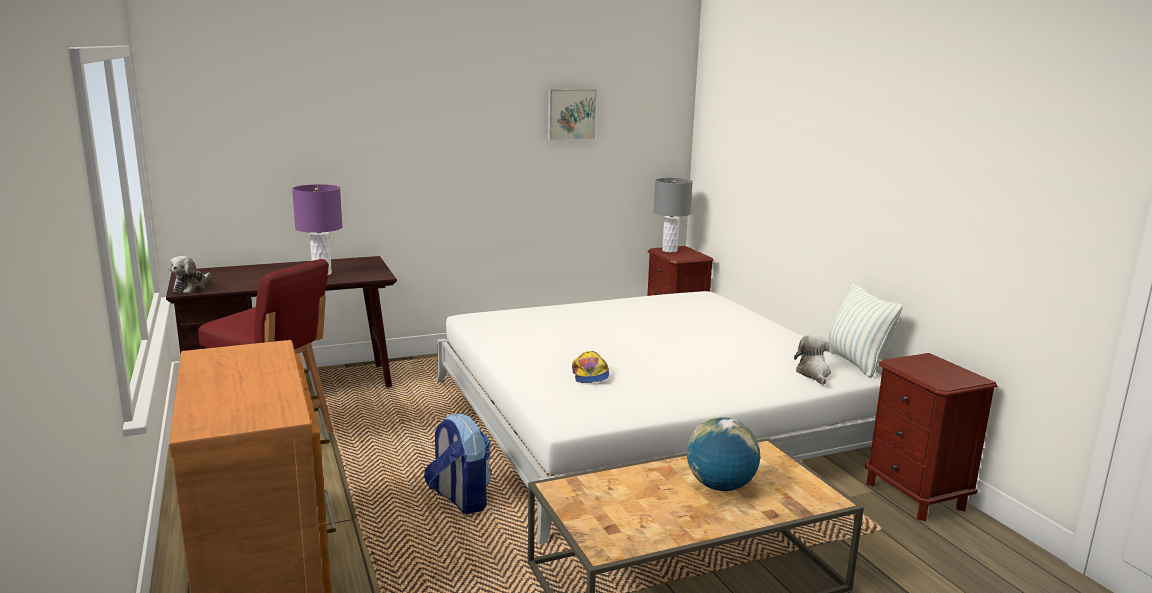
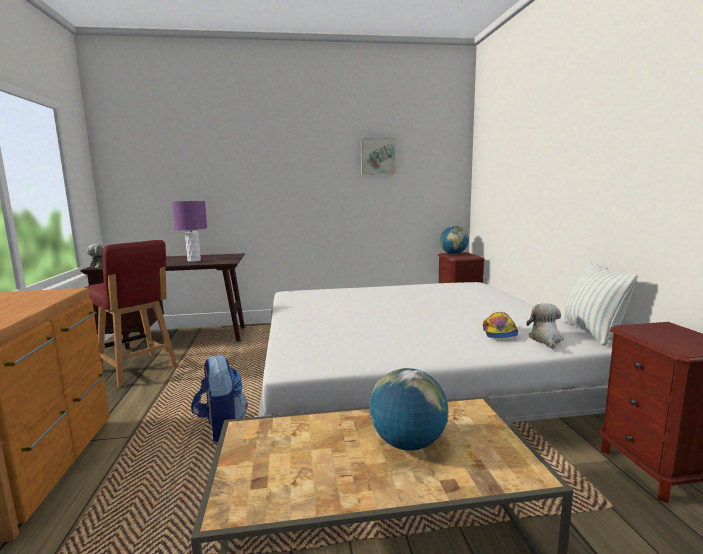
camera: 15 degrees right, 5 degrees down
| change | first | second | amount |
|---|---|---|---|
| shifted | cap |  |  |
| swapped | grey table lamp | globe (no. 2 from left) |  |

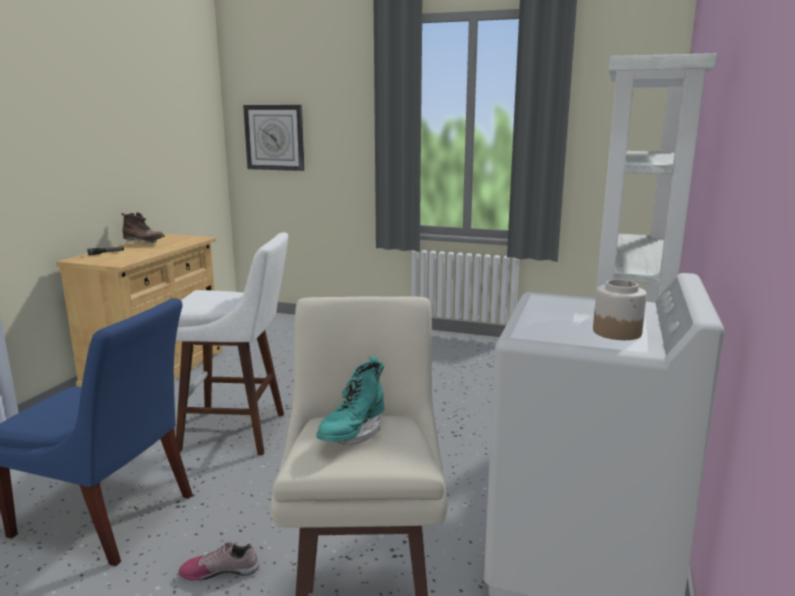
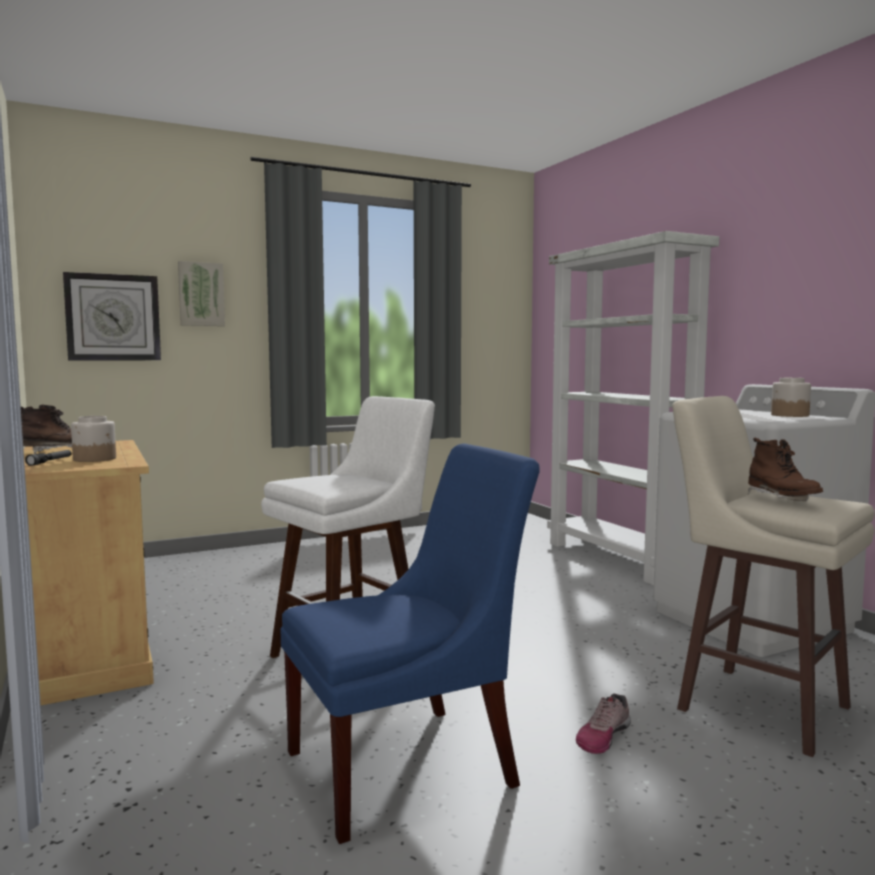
camera: 45 degrees left, 10 degrees down
| change | first | second | amount |
|---|---|---|---|
| repainted | turquoise boot | brown boot (no. 2 from left) |  |
| new |  | jar (no. 1 from left) |  |
| new |  | picture |  |

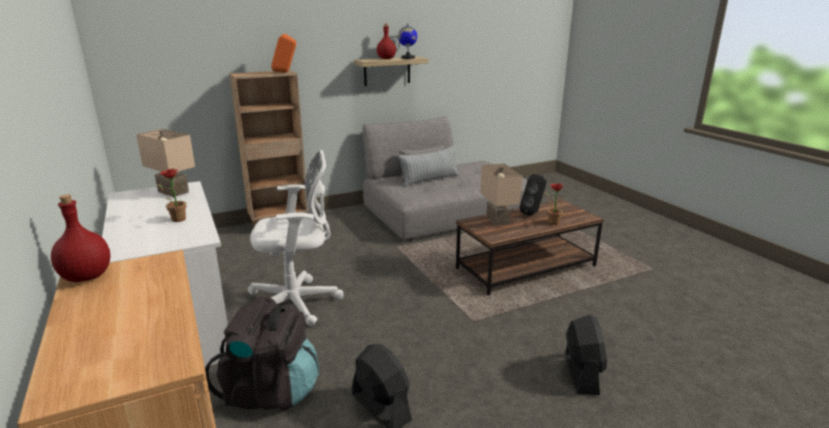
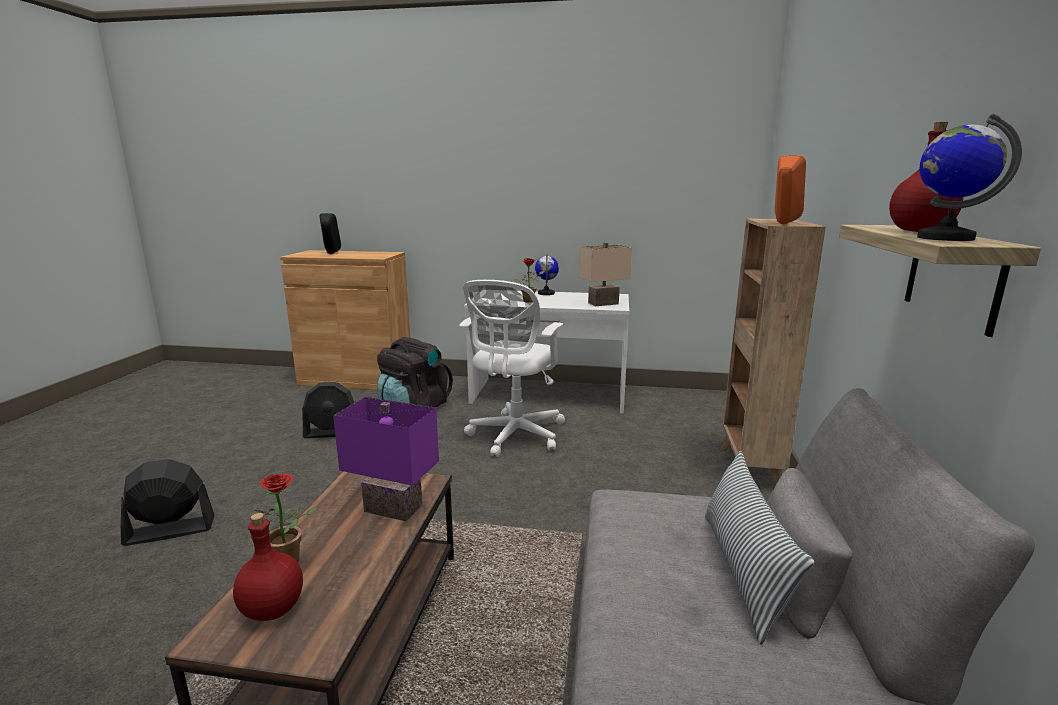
camera: 125 degrees right, 5 degrees down
| change | first | second | amount |
|---|---|---|---|
| shifted | red bottle (no. 1 from left) |  |  |
| repainted | beige table lamp (no. 2 from left) | purple table lamp |  |
| shifted | black speaker |  |  |
| rotated | black fan (no. 2 from left in the first image) | black fan (no. 1 from left) | 120 degrees clockwise |
| new |  | globe (no. 1 from left) |  |

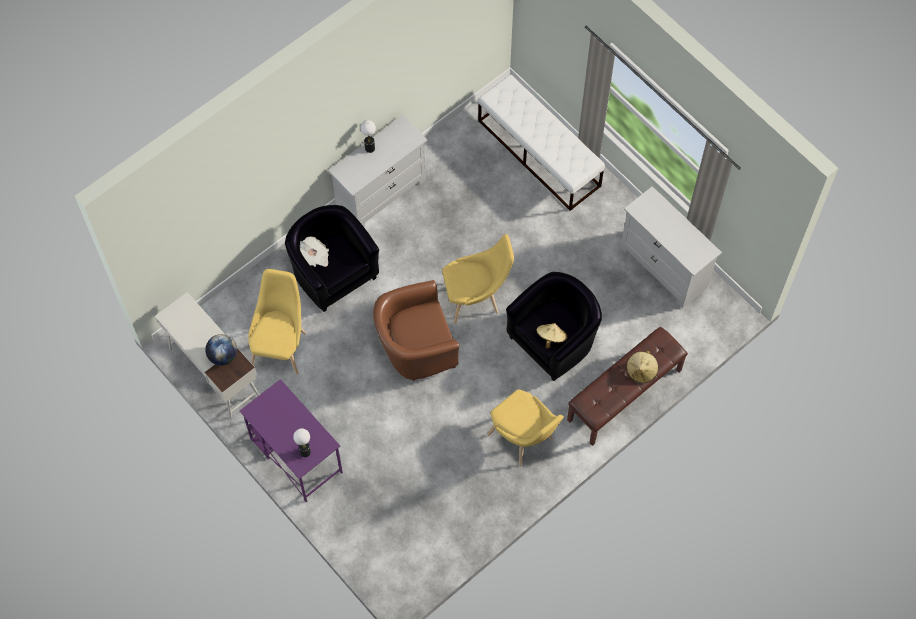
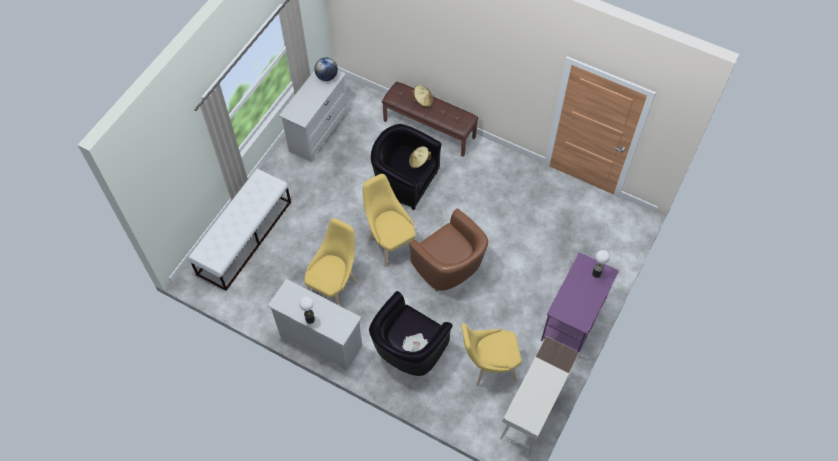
camera: 110 degrees left, 5 degrees down
| change | first | second | amount |
|---|---|---|---|
| shifted | globe |  |  |
| shifted | yellow chair (no. 3 from left in the first image) | yellow chair (no. 1 from left) |  |

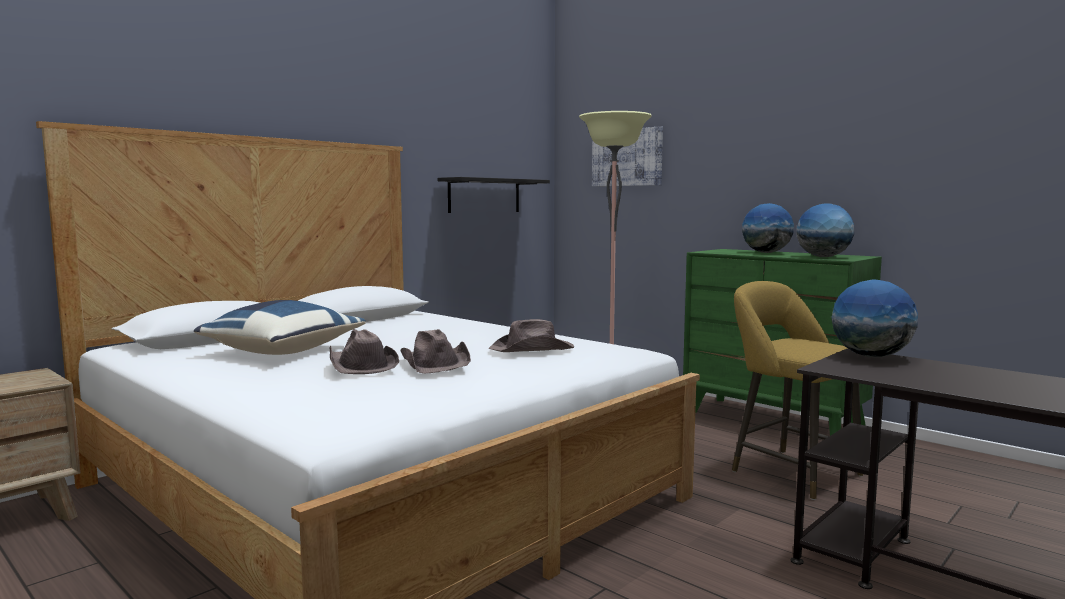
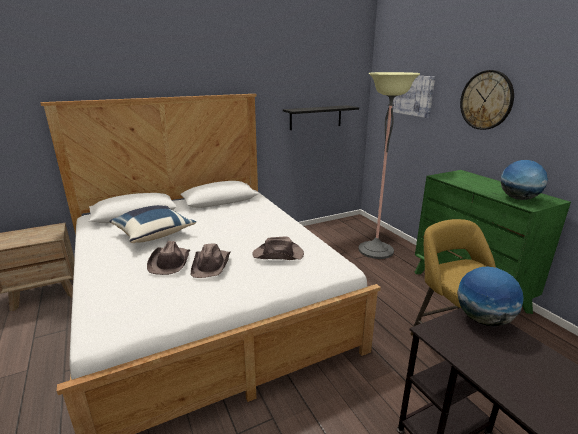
camera: 20 degrees right, 15 degrees up
| change | first | second | amount |
|---|---|---|---|
| gone | globe (no. 1 from left) |  |  |
| new |  | wall clock |  |

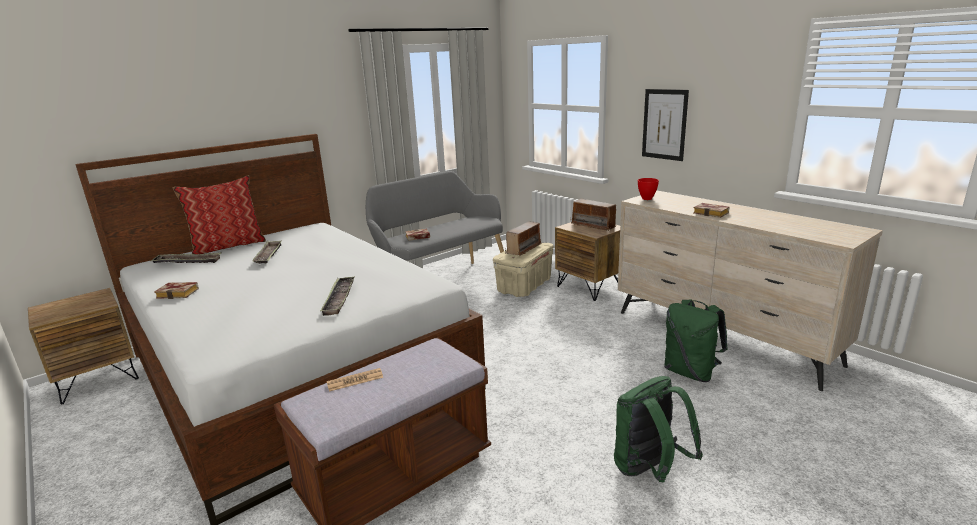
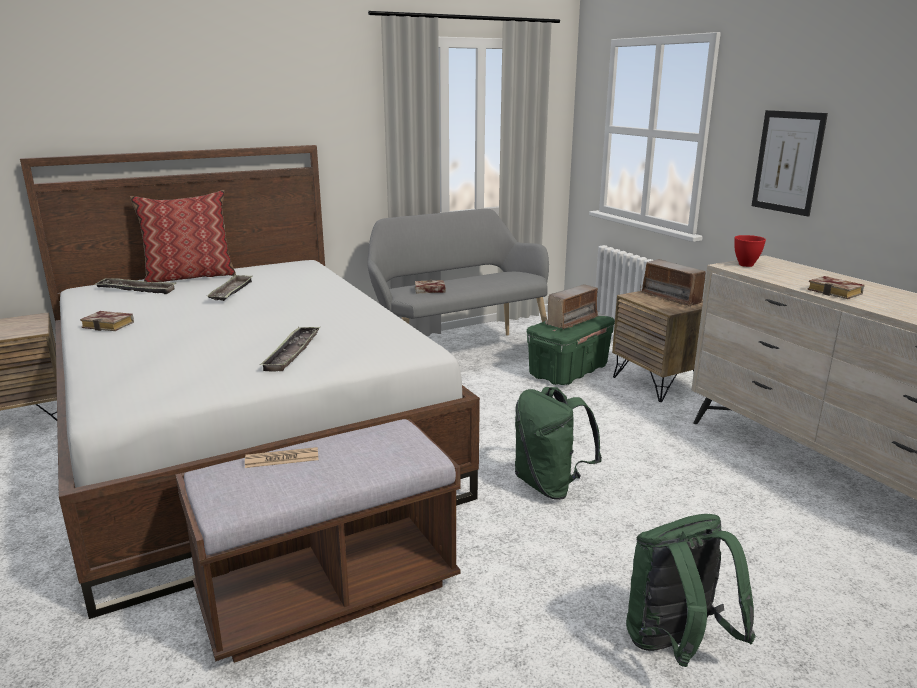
camera: 10 degrees right, 0 degrees up
| change | first | second | amount |
|---|---|---|---|
| repainted | beige storage box | green storage box |  |
| shifted | green backpack (no. 2 from left in the first image) | green backpack (no. 1 from left) |  |

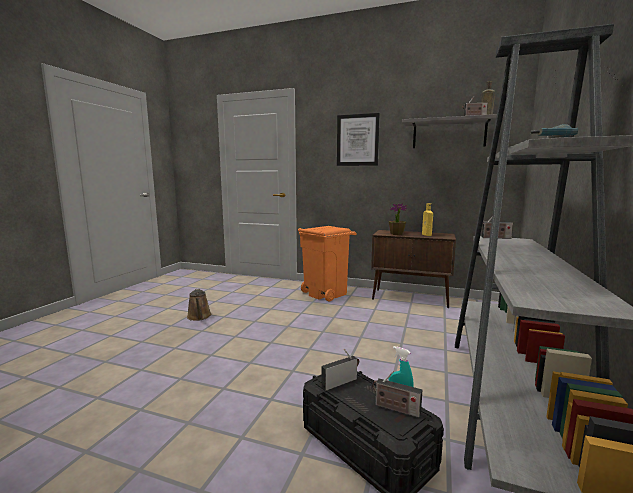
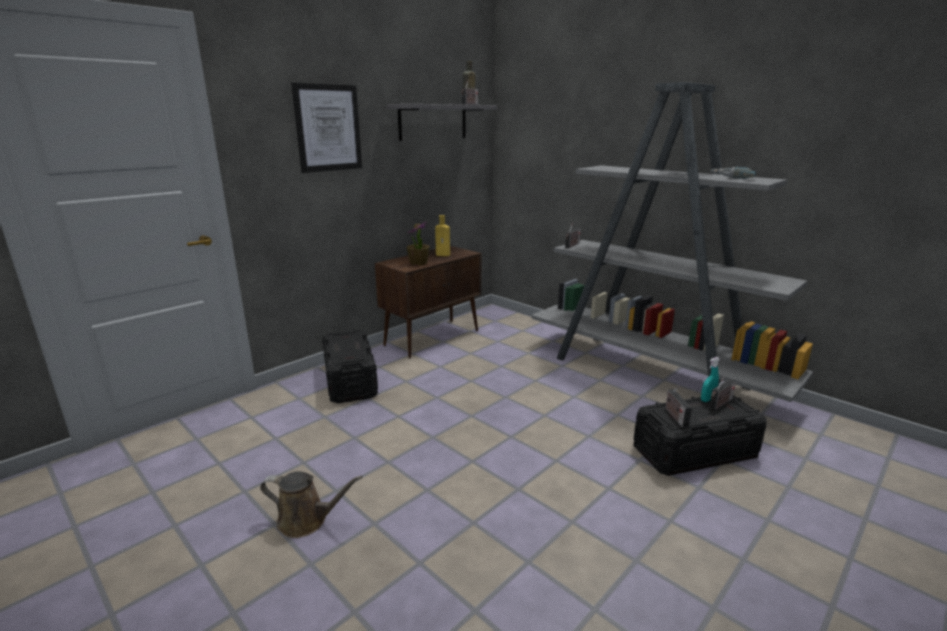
camera: 65 degrees left, 10 degrees up
| change | first | second | amount |
|---|---|---|---|
| swapped | orange trash can | black storage box (no. 1 from left) |  |

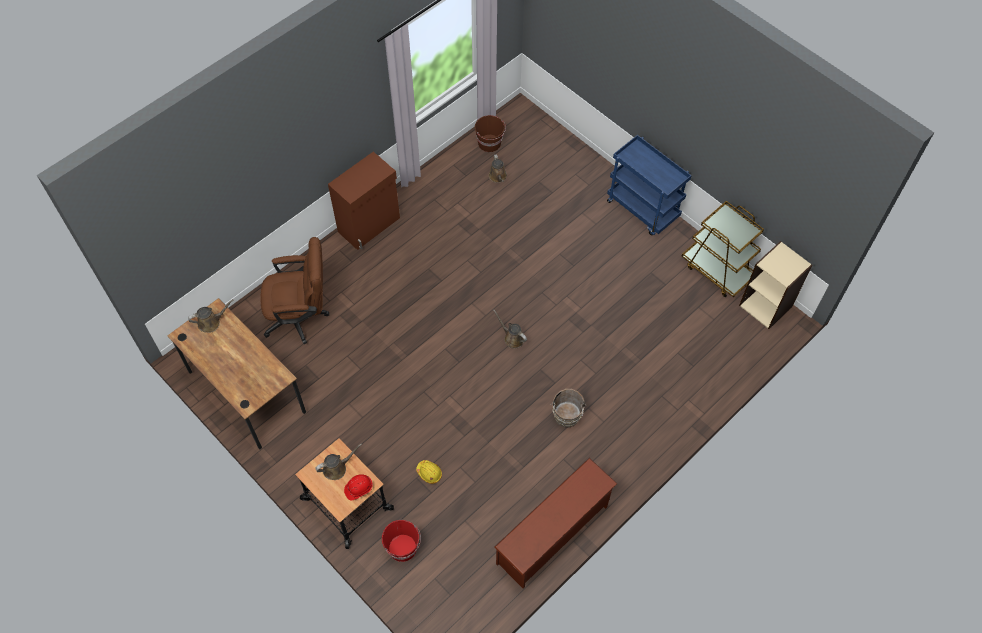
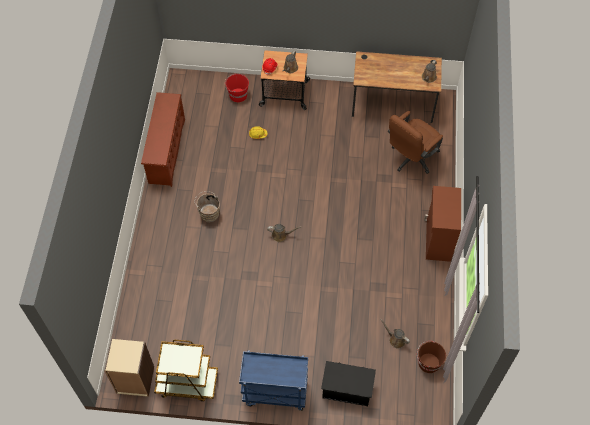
camera: 140 degrees right, 0 degrees up
| change | first | second | amount |
|---|---|---|---|
| new |  | black storage box |  |

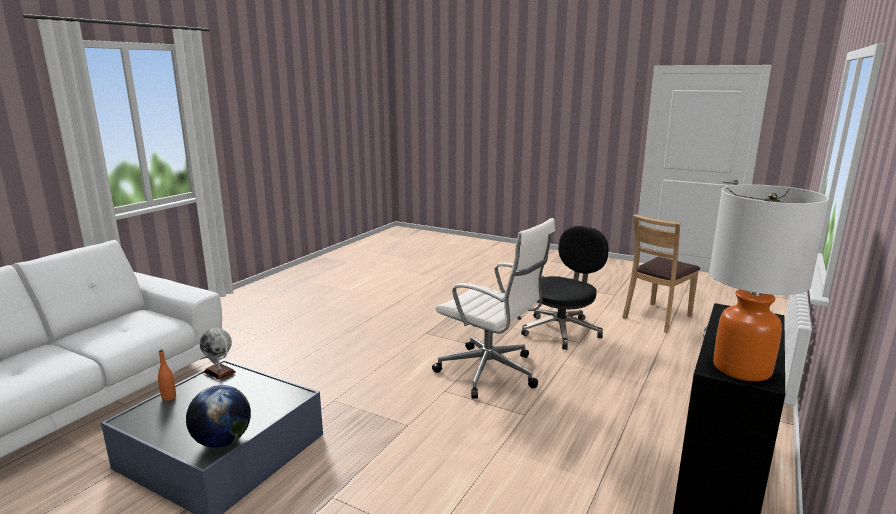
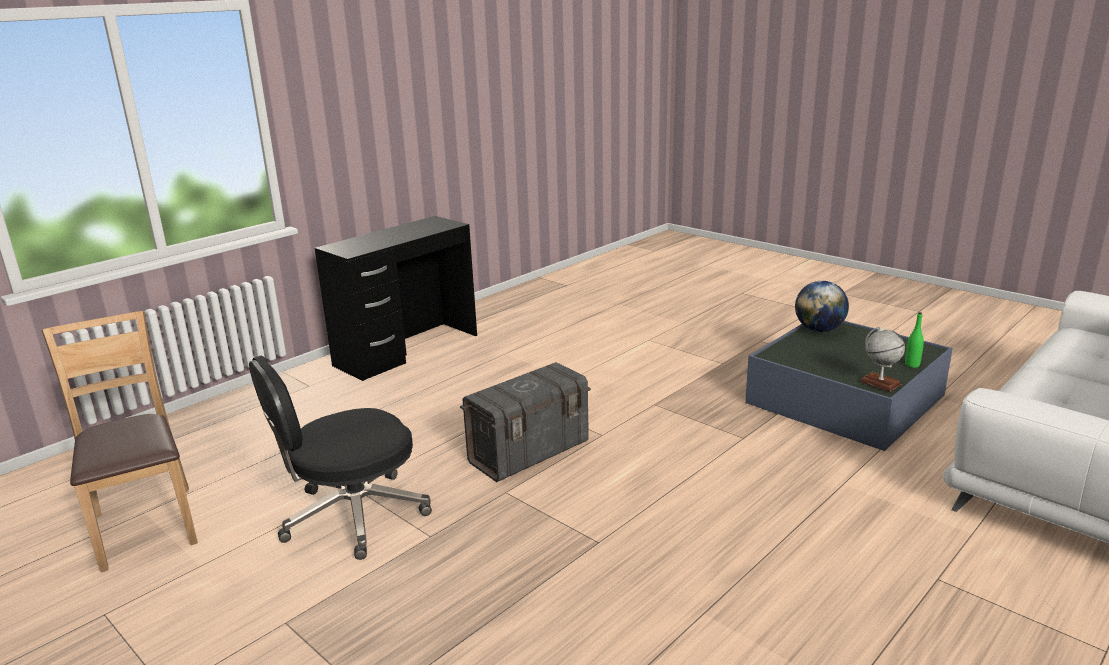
camera: 165 degrees left, 5 degrees up
| change | first | second | amount |
|---|---|---|---|
| repainted | orange bottle | green bottle |  |
| swapped | white office chair | grey storage box |  |
| rotated | brown chair |  | 90 degrees counterclockwise |
| gone | table lamp |  |  |

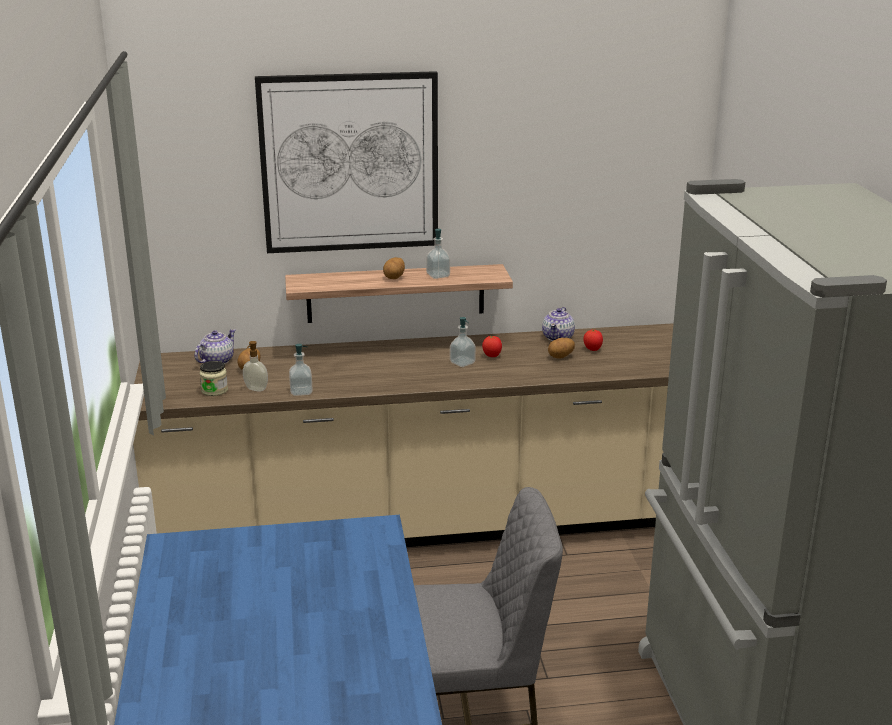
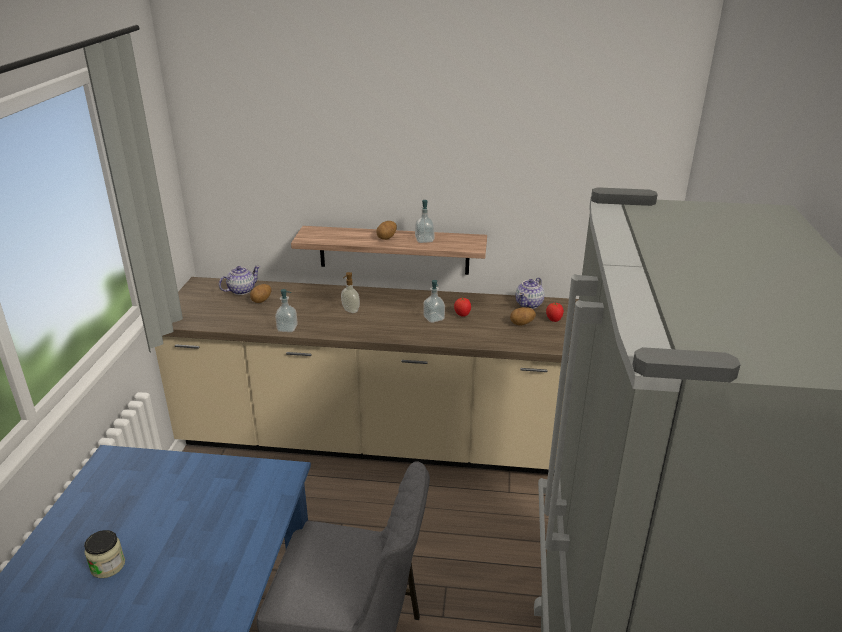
camera: 15 degrees right, 5 degrees up
| change | first | second | amount |
|---|---|---|---|
| shifted | jar |  |  |
| shifted | soap dispenser (no. 1 from left in the first image) | soap dispenser (no. 2 from left) |  |
| gone | picture |  |  |

